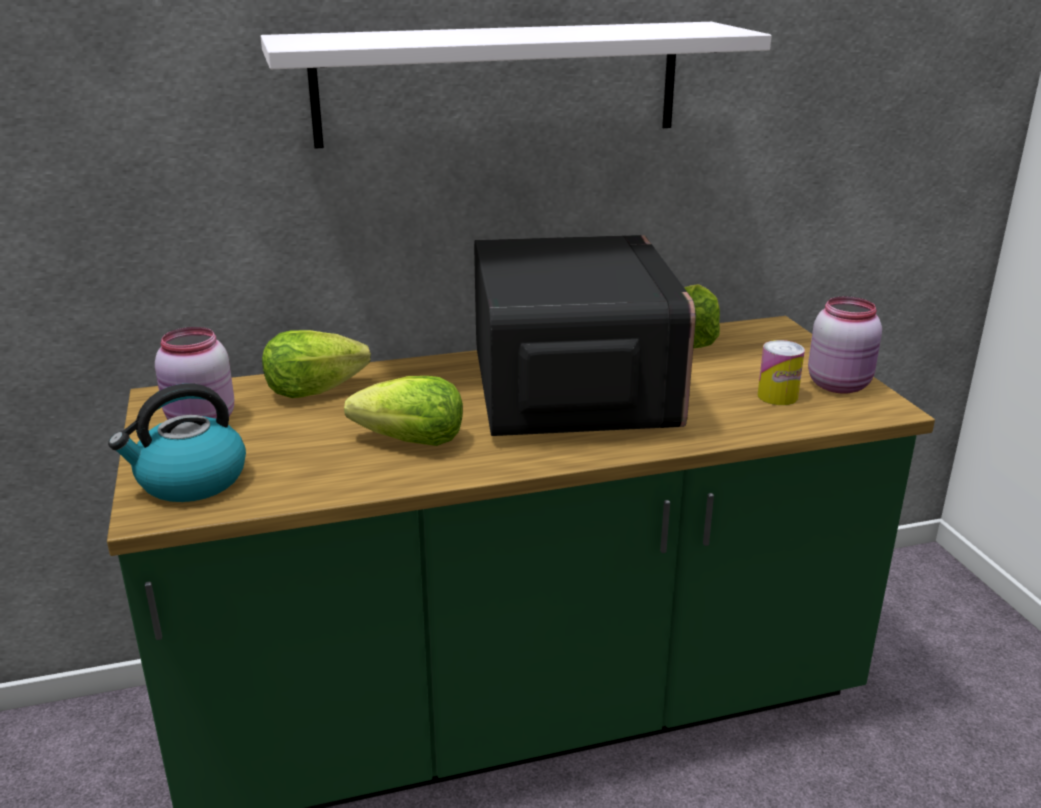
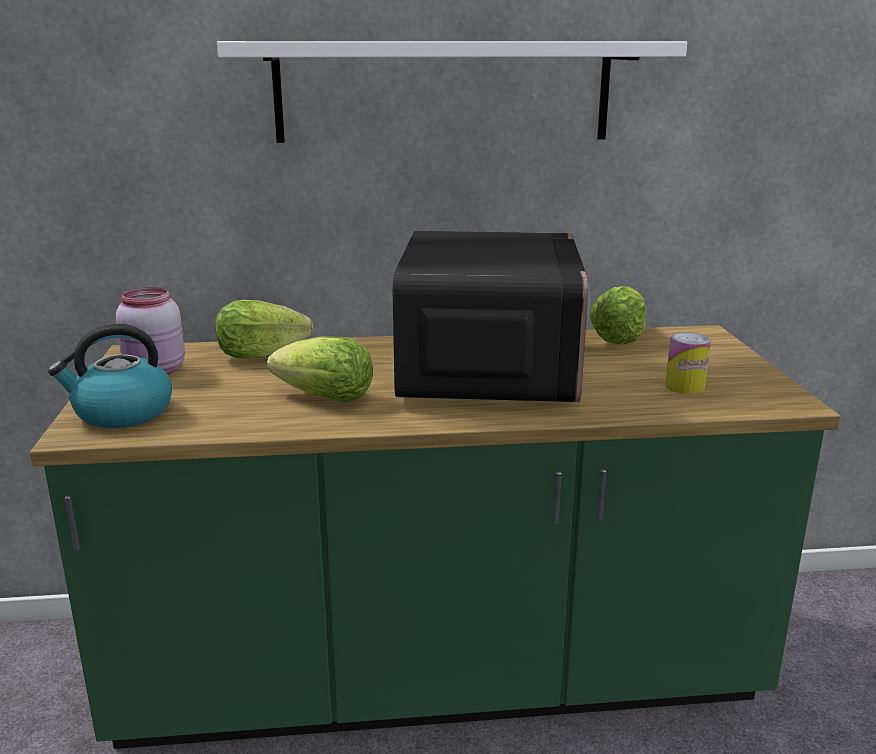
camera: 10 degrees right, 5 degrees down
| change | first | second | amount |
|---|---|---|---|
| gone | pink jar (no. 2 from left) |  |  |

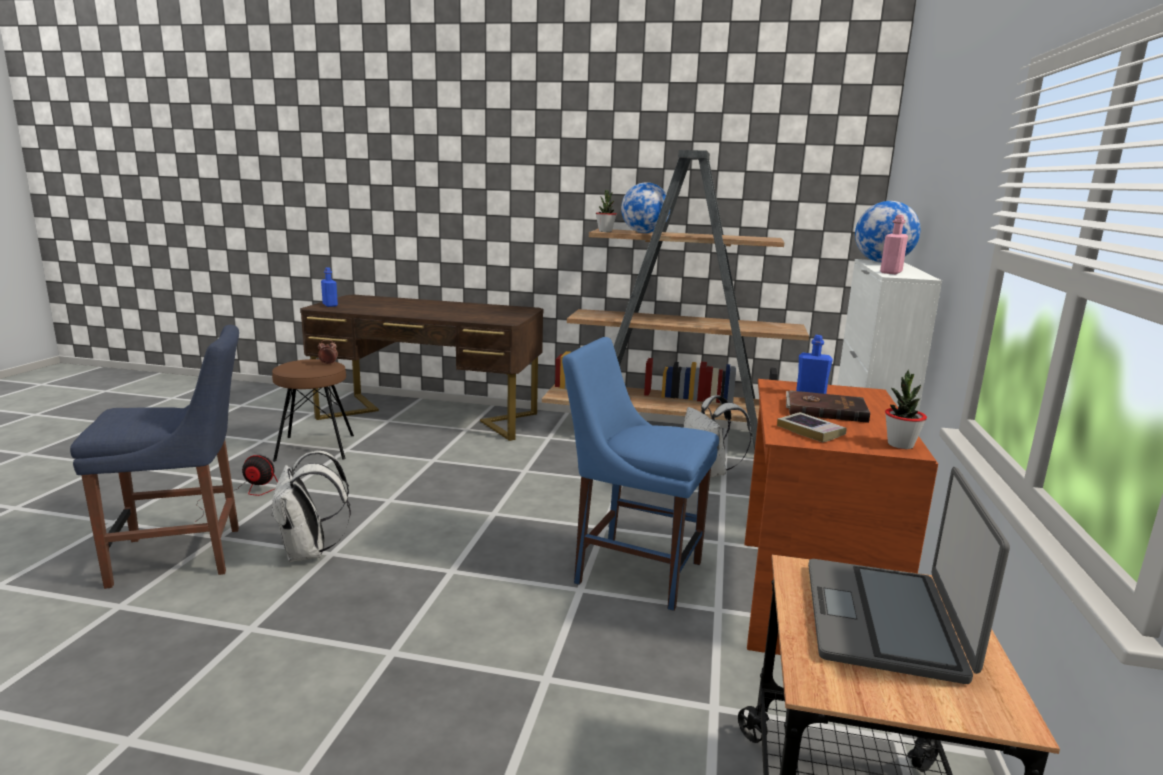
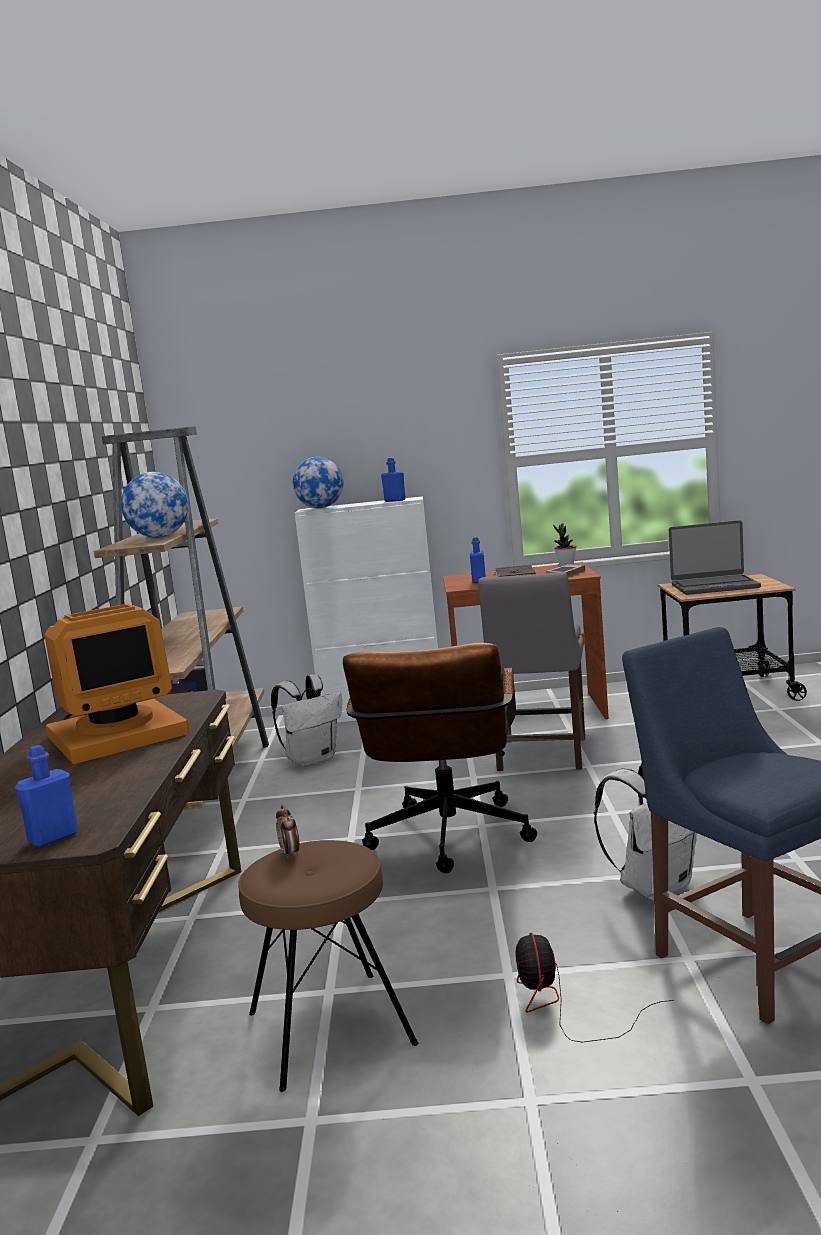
camera: 100 degrees left, 5 degrees down
| change | first | second | amount |
|---|---|---|---|
| repainted | blue chair (no. 2 from left) | grey chair |  |
| gone | potted plant (no. 1 from left) |  |  |
| repainted | pink bottle | blue bottle (no. 2 from left) |  |
| new |  | monitor |  |
| new |  | brown office chair |  |

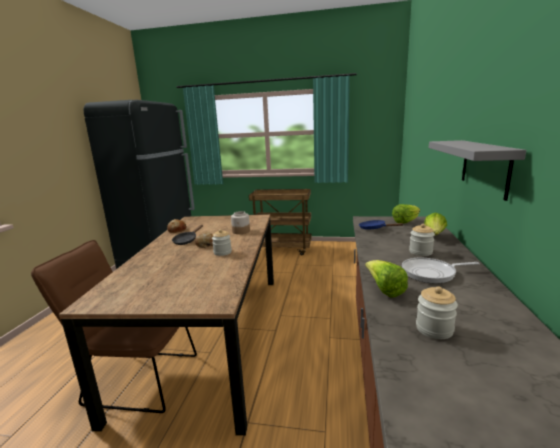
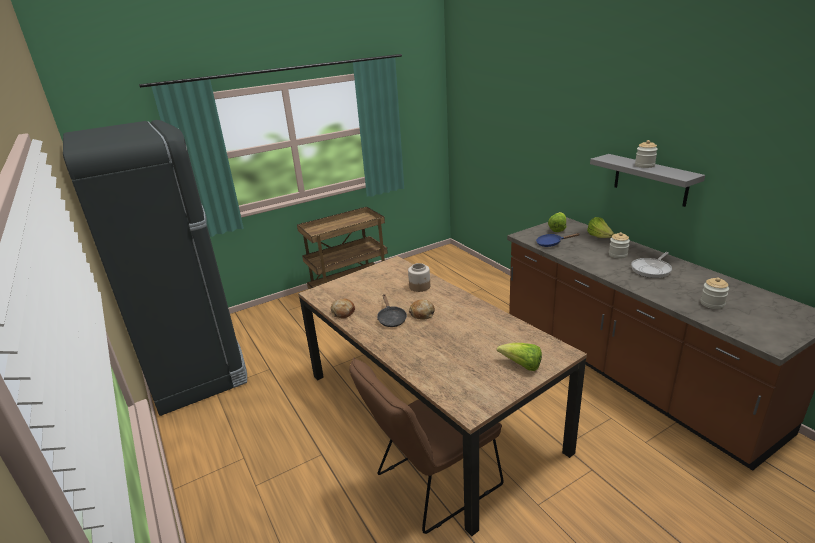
camera: 40 degrees left, 10 degrees up
| change | first | second | amount |
|---|---|---|---|
| shifted | jar (no. 1 from left in the first image) | jar (no. 3 from left) |  |
| shifted | lettuce (no. 1 from left) |  |  |

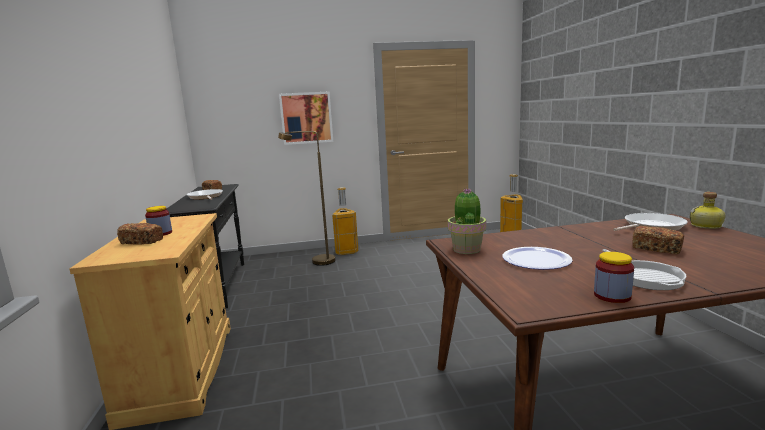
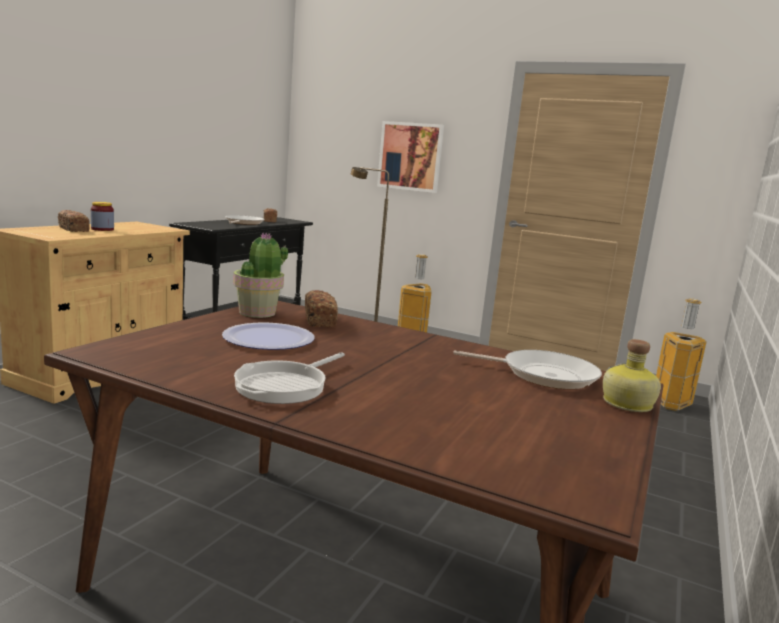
camera: 35 degrees right, 0 degrees up
| change | first | second | amount |
|---|---|---|---|
| gone | jar (no. 2 from left) |  |  |
| shifted | bread (no. 3 from left) |  |  |

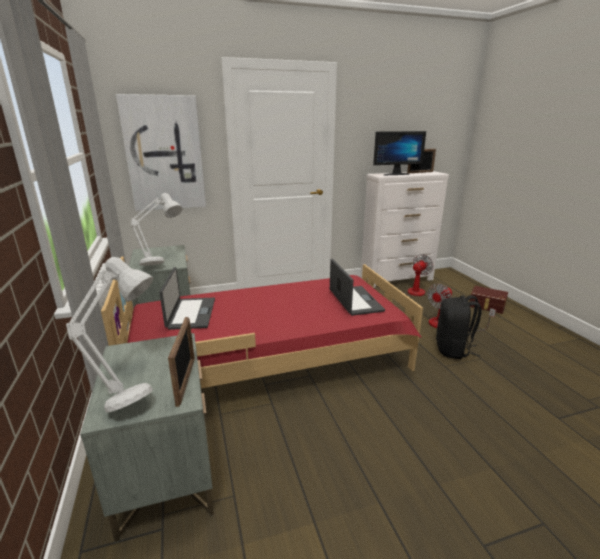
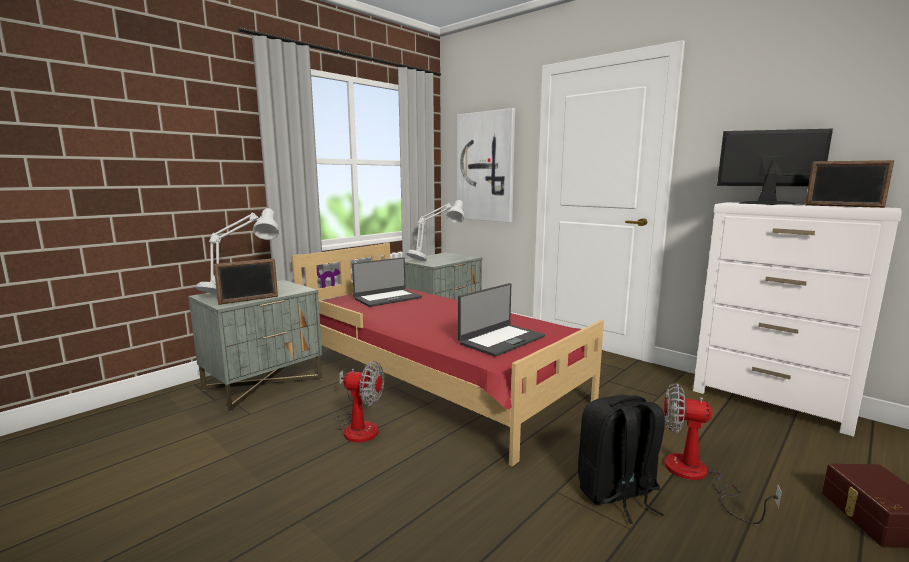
camera: 60 degrees right, 10 degrees down
| change | first | second | amount |
|---|---|---|---|
| rotated | monitor |  | 150 degrees clockwise |
| shifted | fan (no. 1 from left) |  |  |

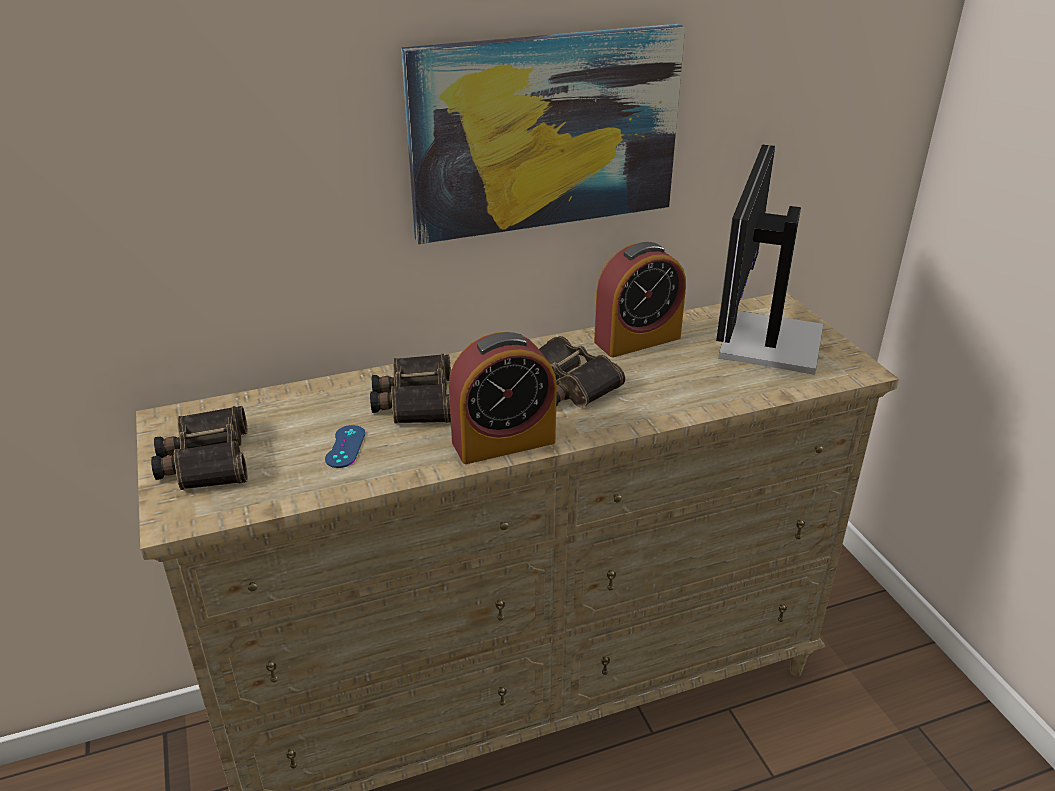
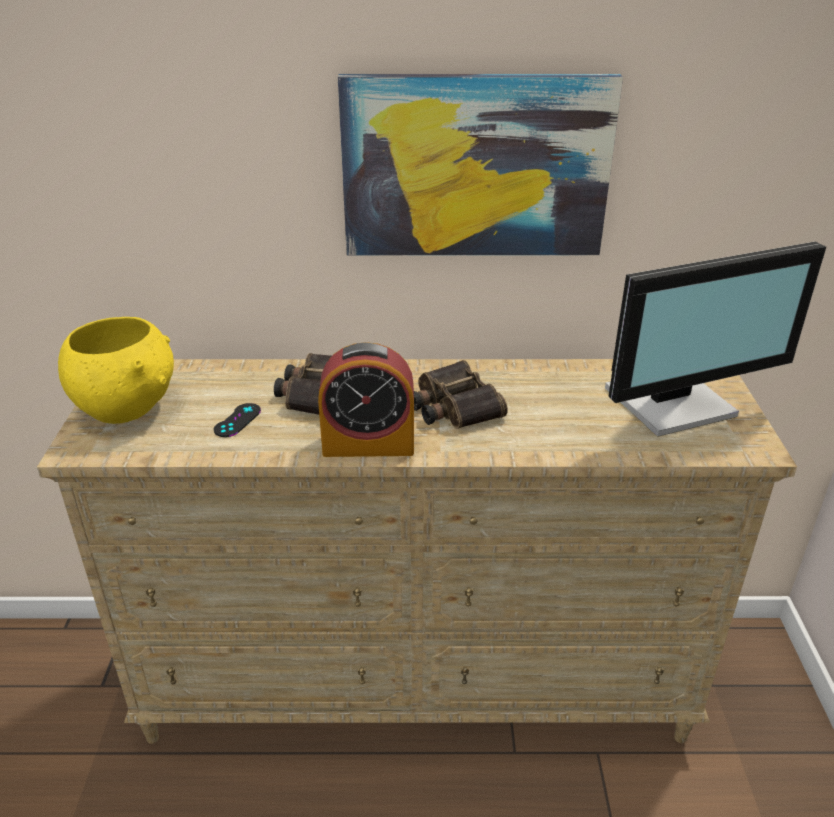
camera: 20 degrees right, 0 degrees up
| change | first | second | amount |
|---|---|---|---|
| swapped | binoculars (no. 1 from left) | yellow bowl |  |
| repainted | blue game controller | black game controller |  |
| gone | alarm clock (no. 2 from left) |  |  |
| rotated | monitor |  | 150 degrees counterclockwise |

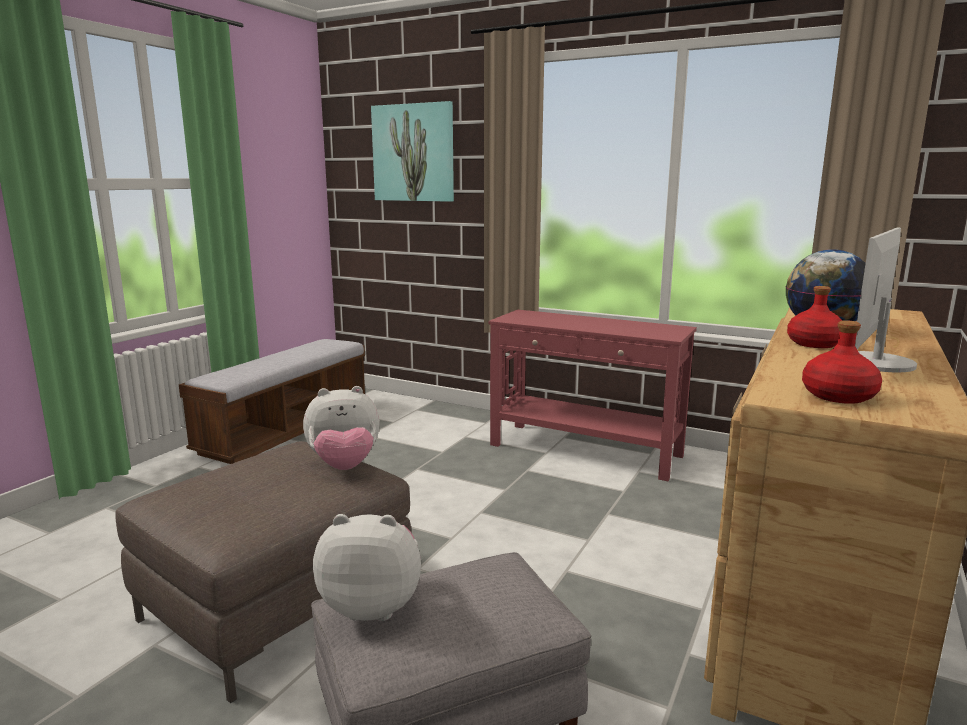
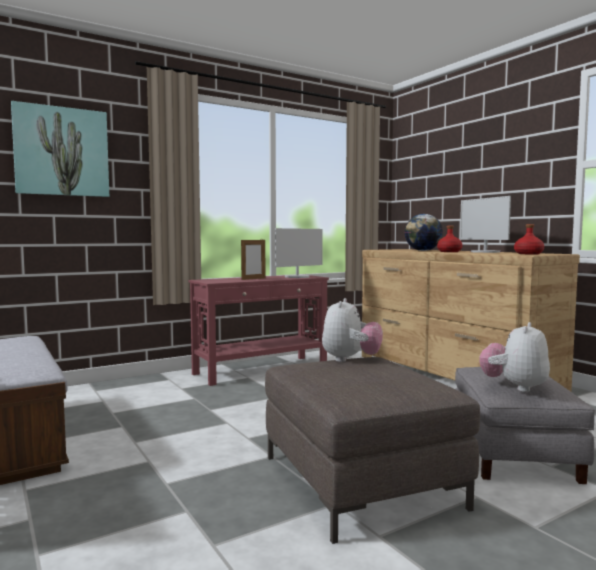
camera: 60 degrees left, 10 degrees down
| change | first | second | amount |
|---|---|---|---|
| new |  | picture frame |  |
| new |  | monitor (no. 1 from left) |  |

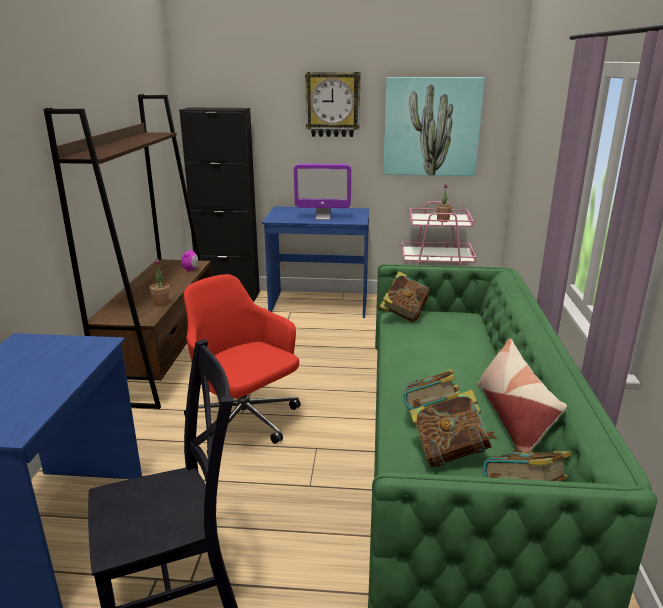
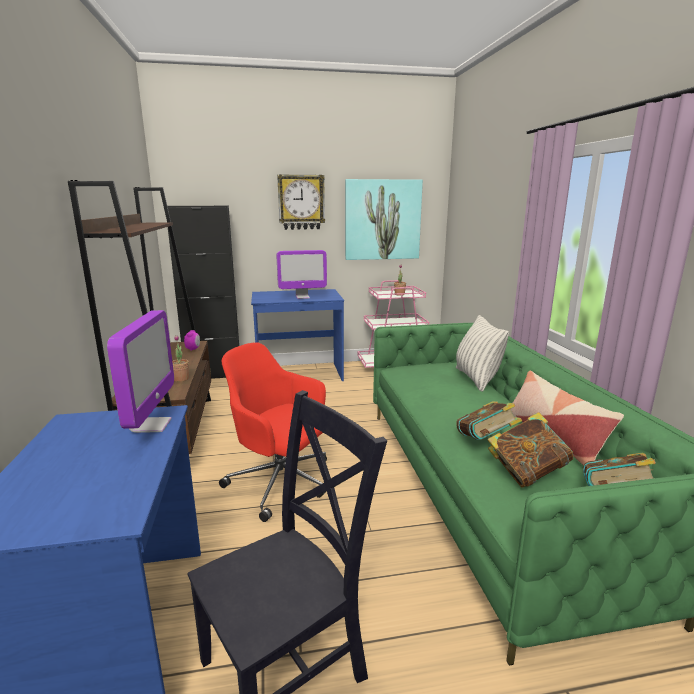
camera: 15 degrees left, 5 degrees down
| change | first | second | amount |
|---|---|---|---|
| gone | book (no. 1 from left) |  |  |
| new |  | monitor (no. 1 from left) |  |
| new |  | pillow (no. 1 from left) |  |

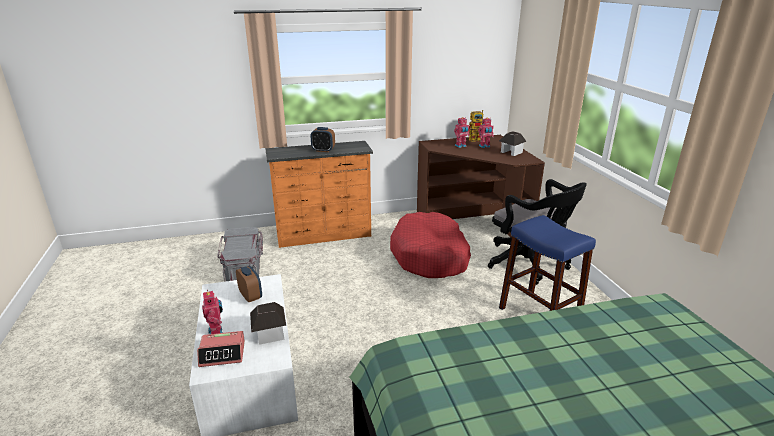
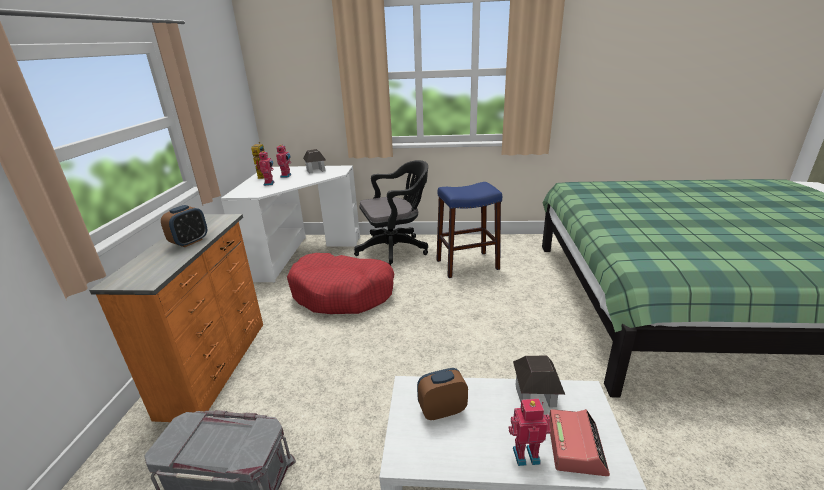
camera: 70 degrees left, 0 degrees up
| change | first | second | amount |
|---|---|---|---|
| repainted | brown desk | white desk |  |

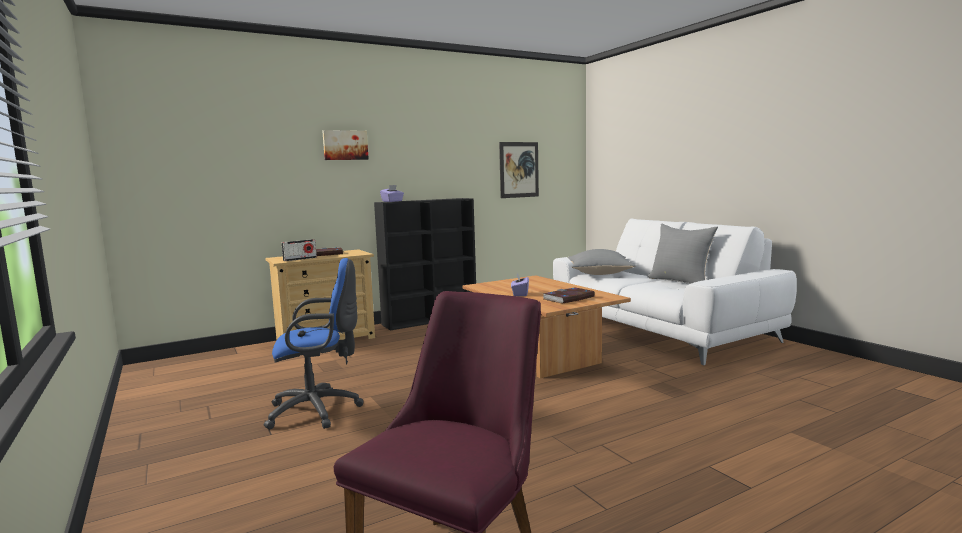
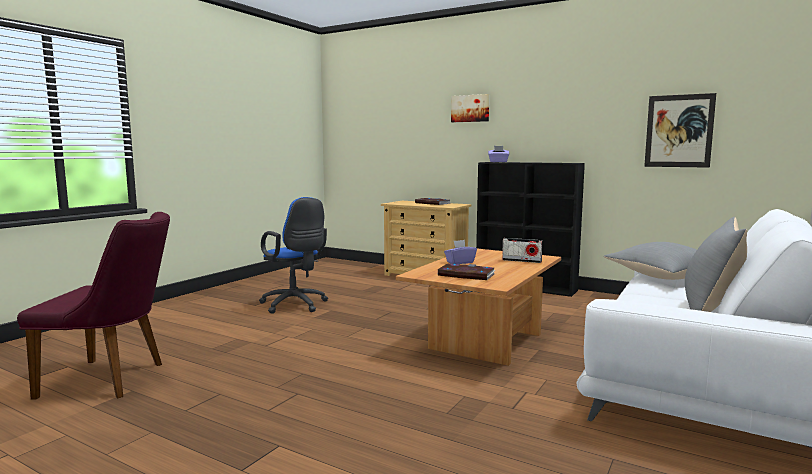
camera: 60 degrees right, 0 degrees up
| change | first | second | amount |
|---|---|---|---|
| shifted | radio |  |  |

